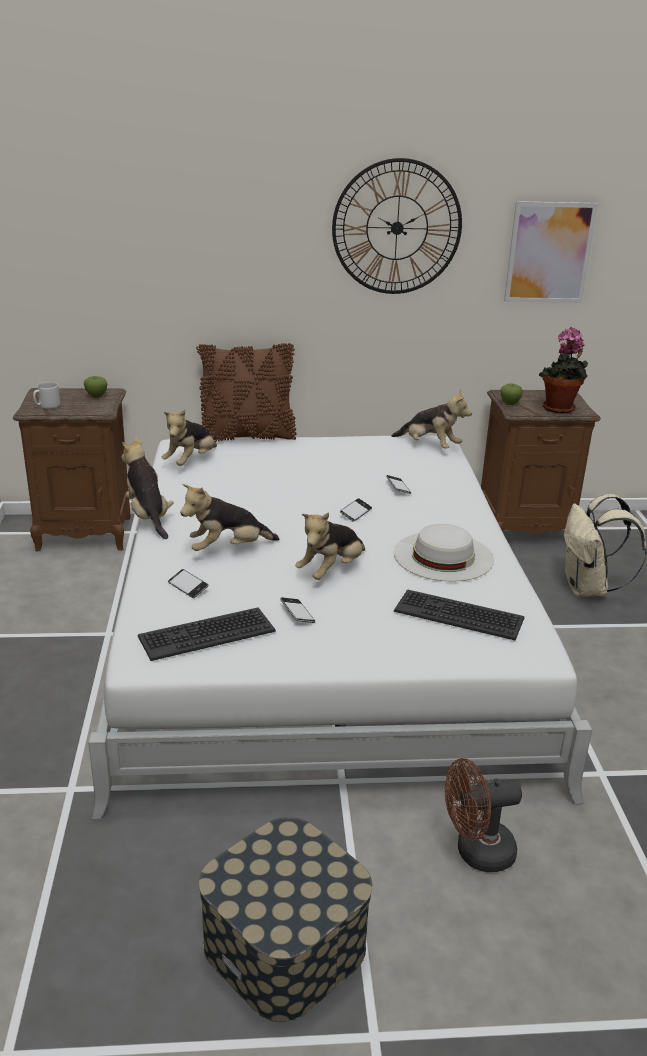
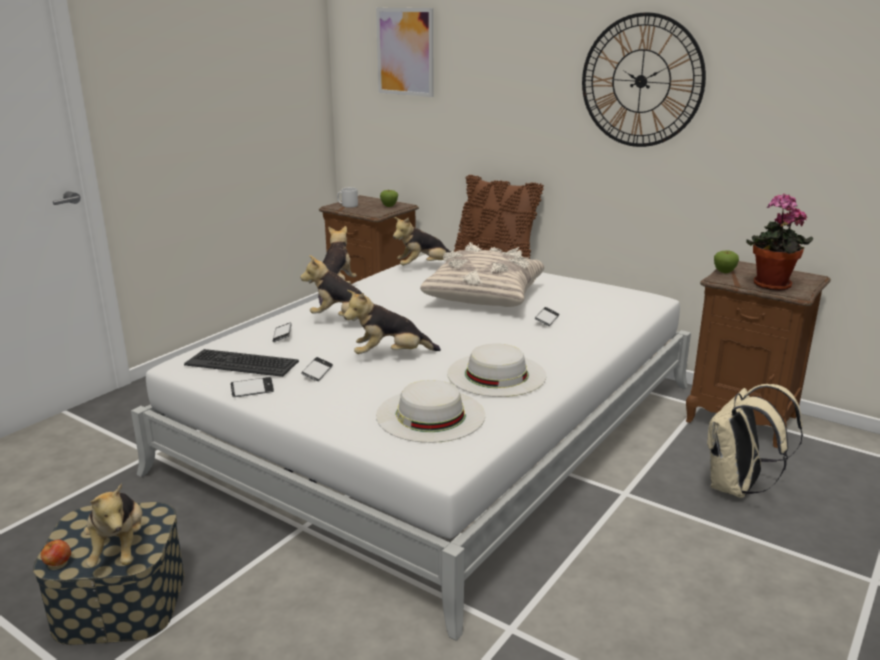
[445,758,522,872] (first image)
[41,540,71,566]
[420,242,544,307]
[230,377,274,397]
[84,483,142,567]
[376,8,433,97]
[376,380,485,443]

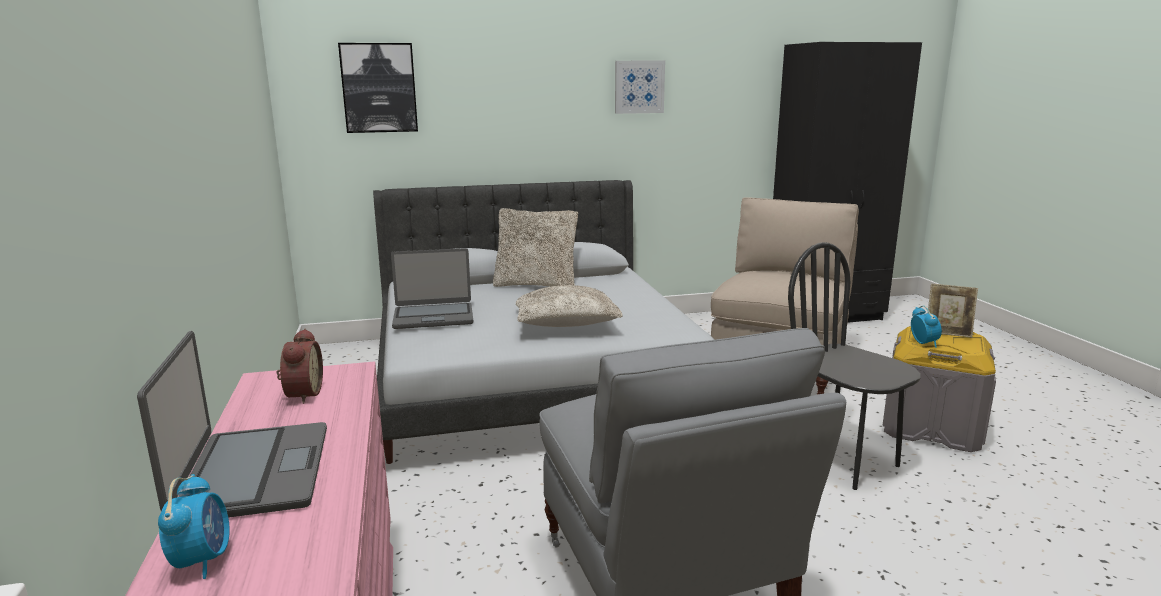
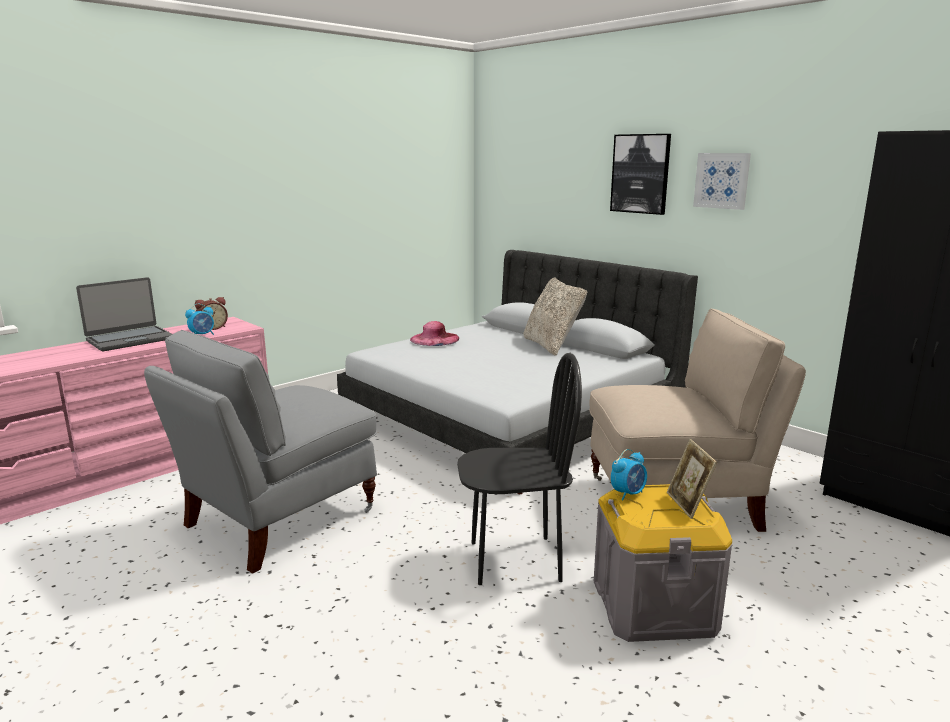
[516,285,623,327] (first image)
[185,304,214,335]
[610,134,671,215]
[410,321,459,346]
[457,353,582,585]

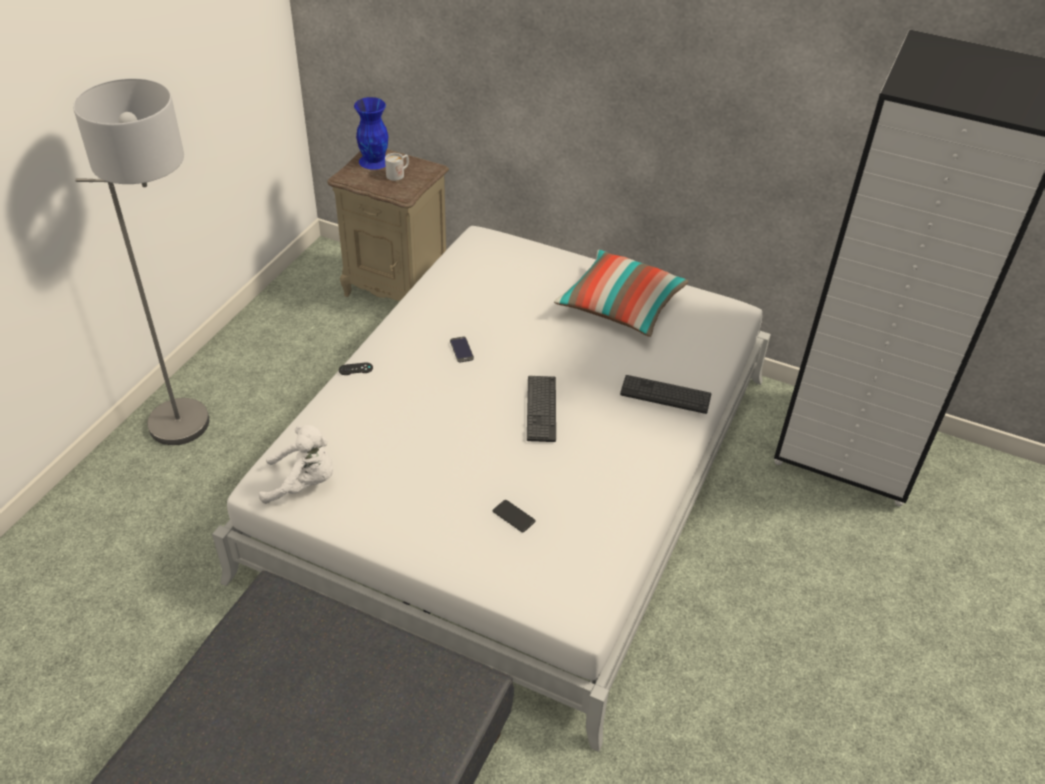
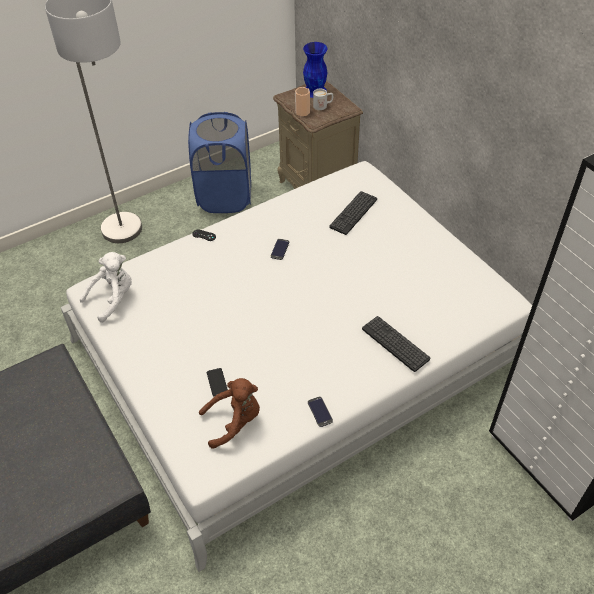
[554,250,689,337] (first image)
[188,112,251,213]
[199,378,260,449]
[295,87,310,116]
[308,397,333,427]
[329,191,377,235]
[80,252,132,323]

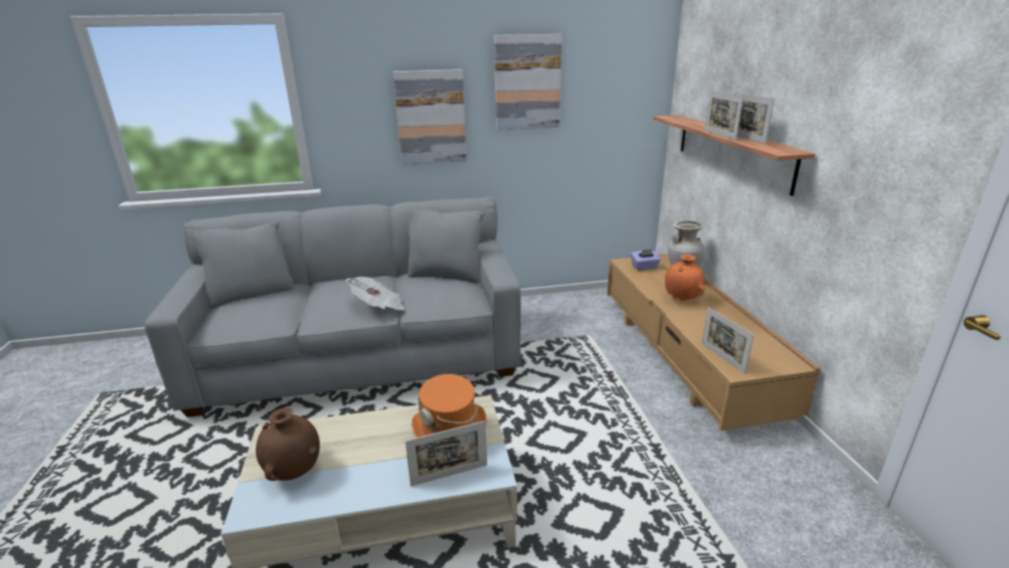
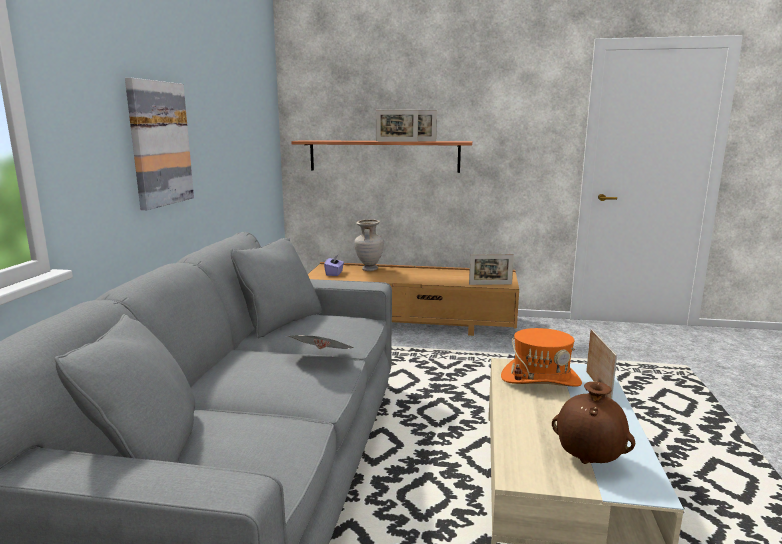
[494,34,562,130] (first image)
[665,255,705,301] (first image)

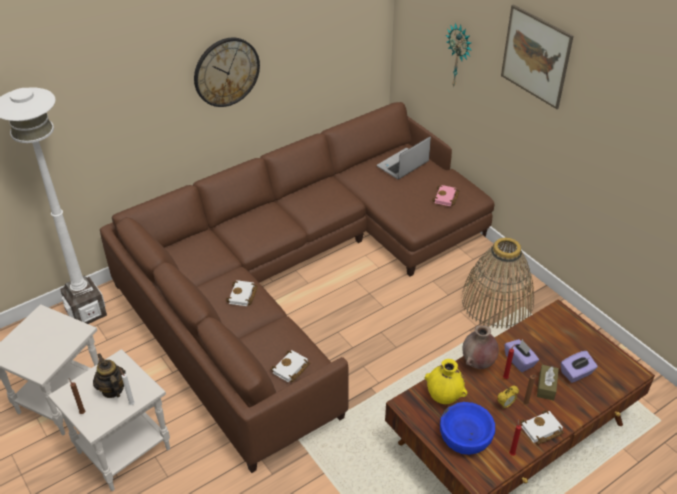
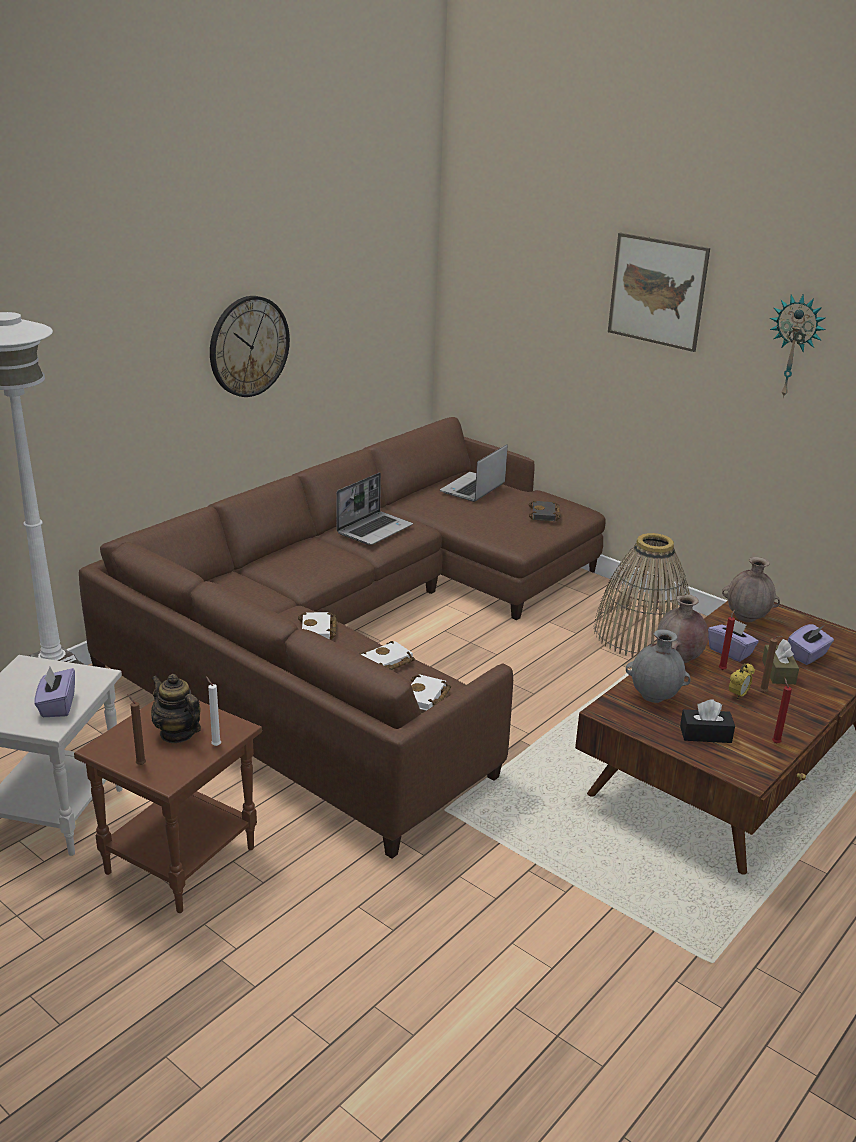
[35,667,75,717]
[337,473,413,545]
[722,557,780,622]
[770,294,826,399]
[360,641,415,670]
[680,699,735,743]
[74,700,262,913]
[626,629,691,703]
[529,500,561,521]

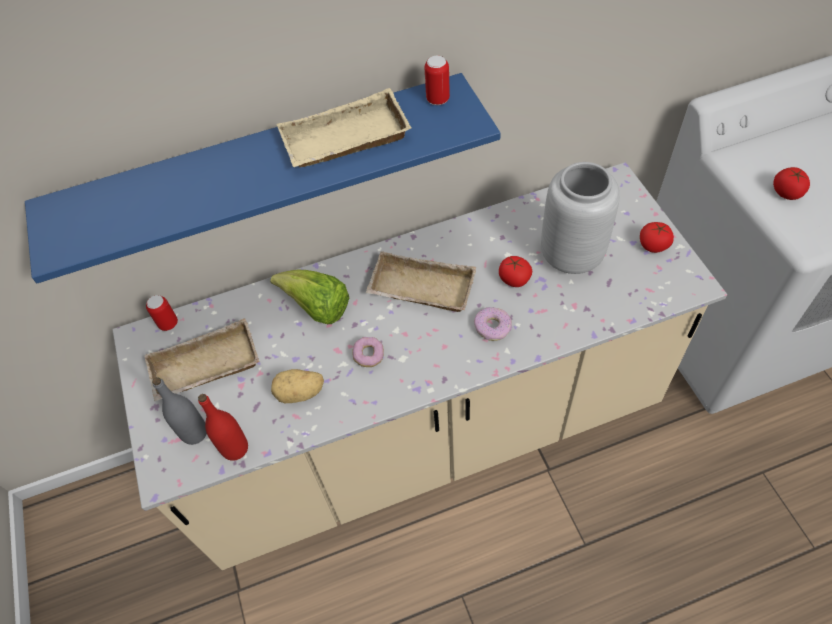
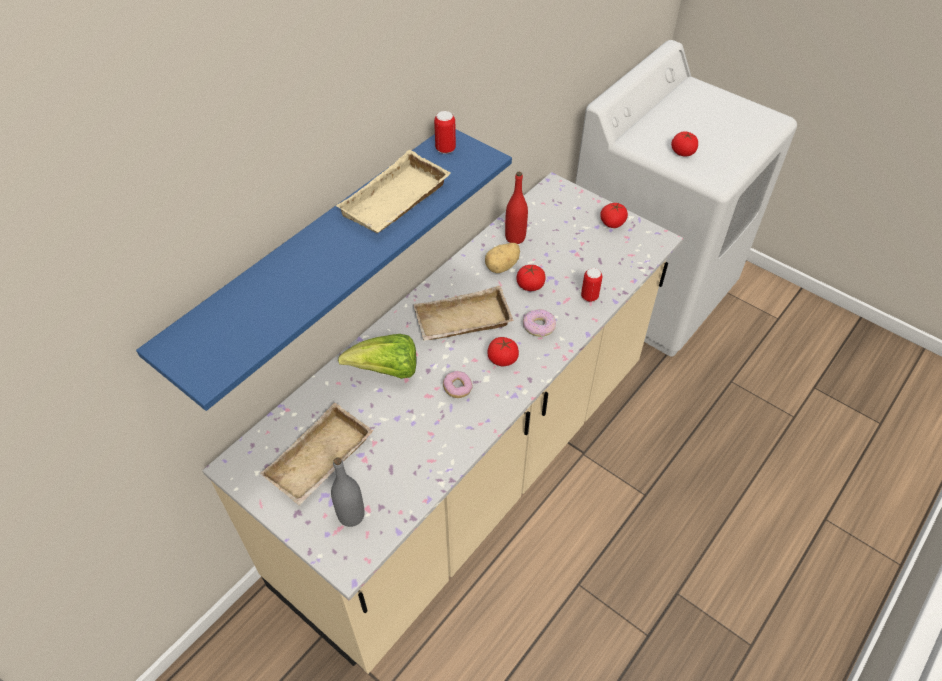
[541,162,620,274] (first image)
[487,337,519,366]
[581,268,602,302]
[505,172,528,244]
[485,243,520,273]

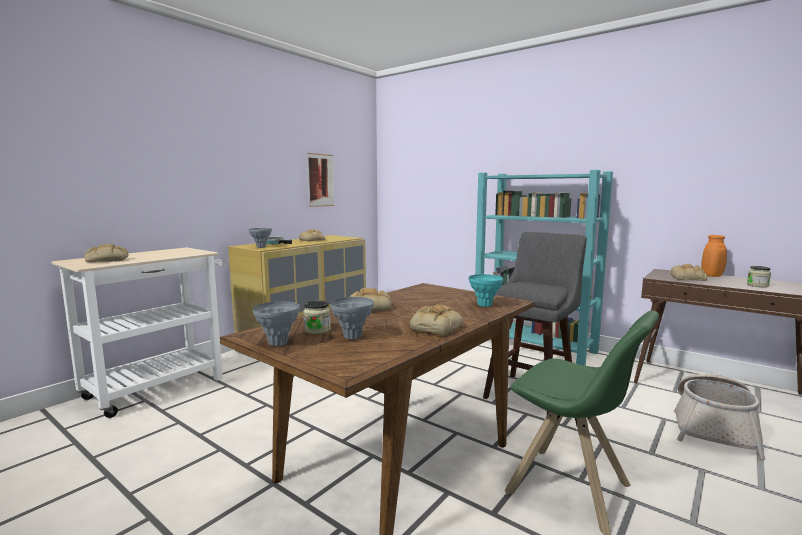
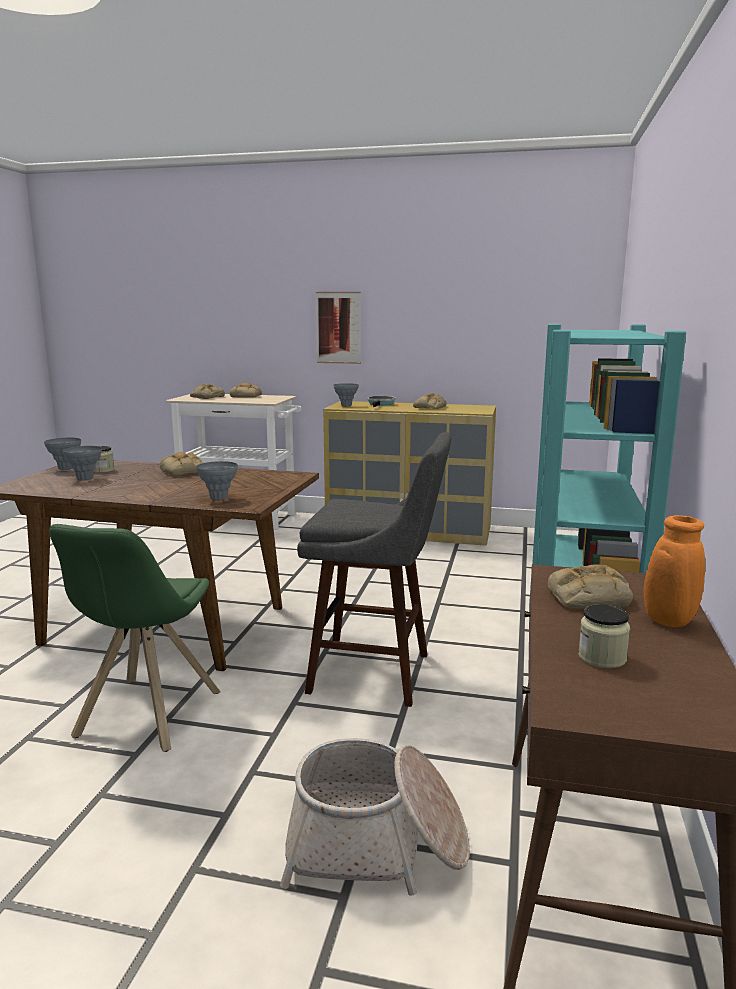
[316,292,361,364]
[230,383,262,397]
[196,461,238,501]

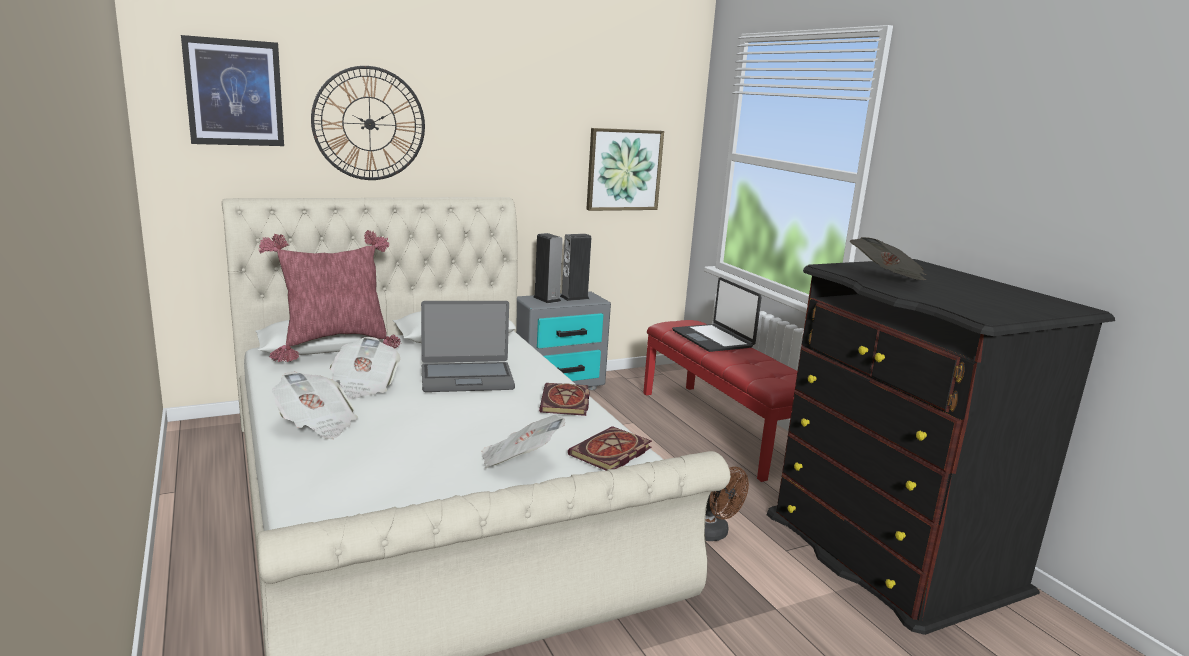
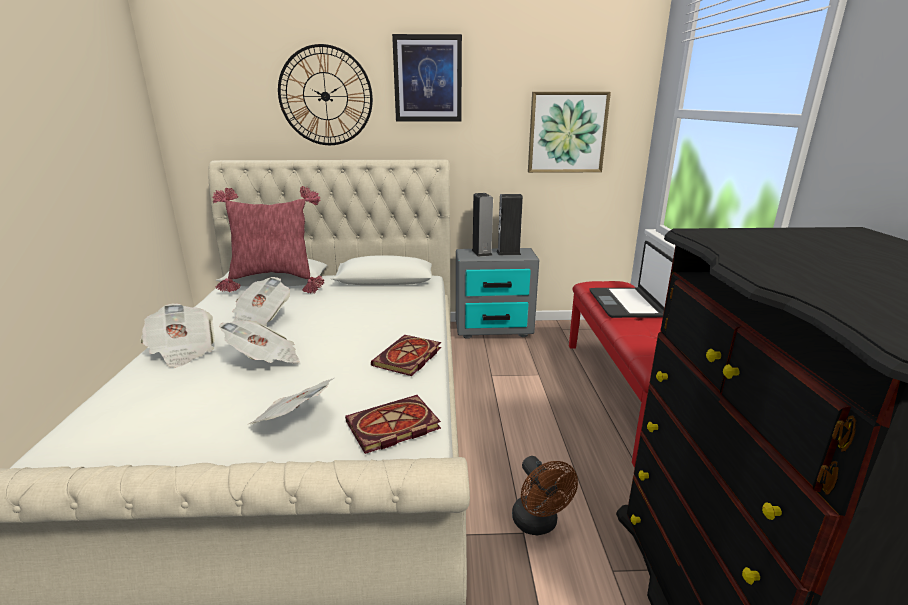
[421,301,515,392] (first image)
[392,34,462,122]
[219,320,299,363]

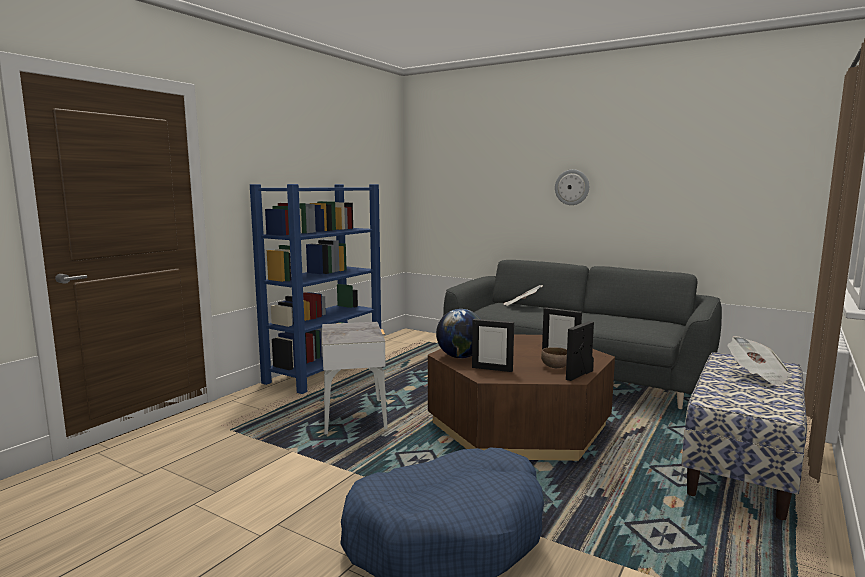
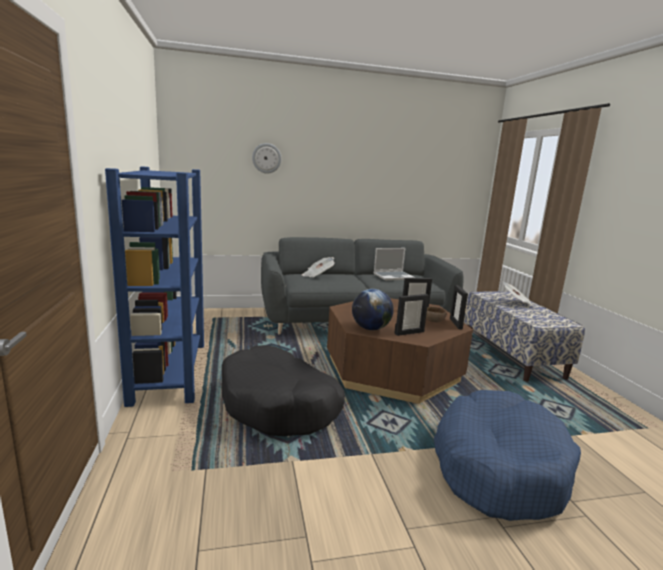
[374,248,415,281]
[252,143,281,173]
[222,345,345,436]

